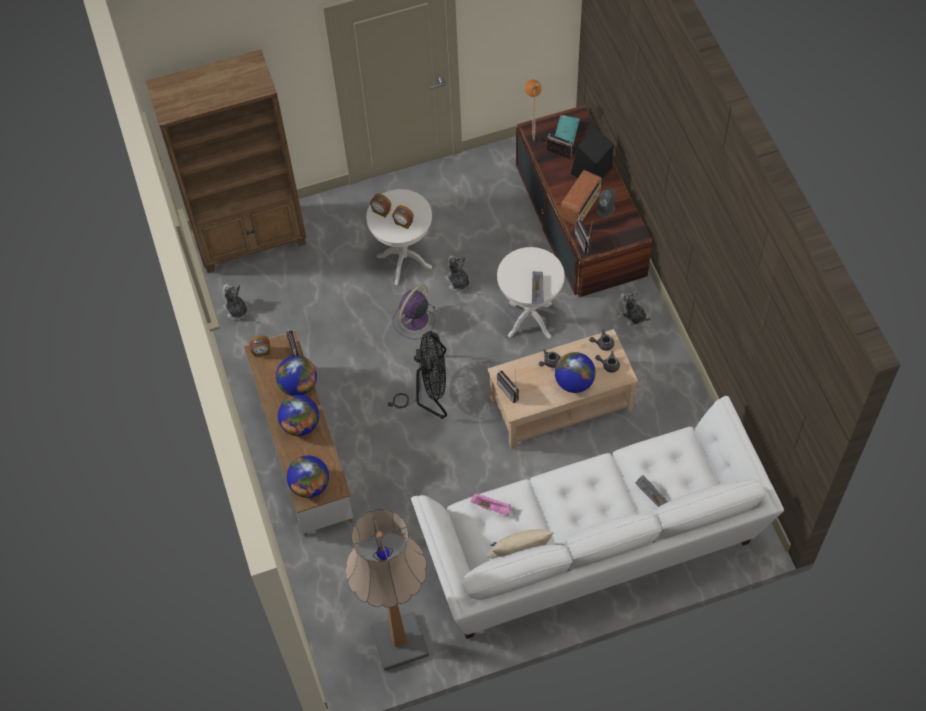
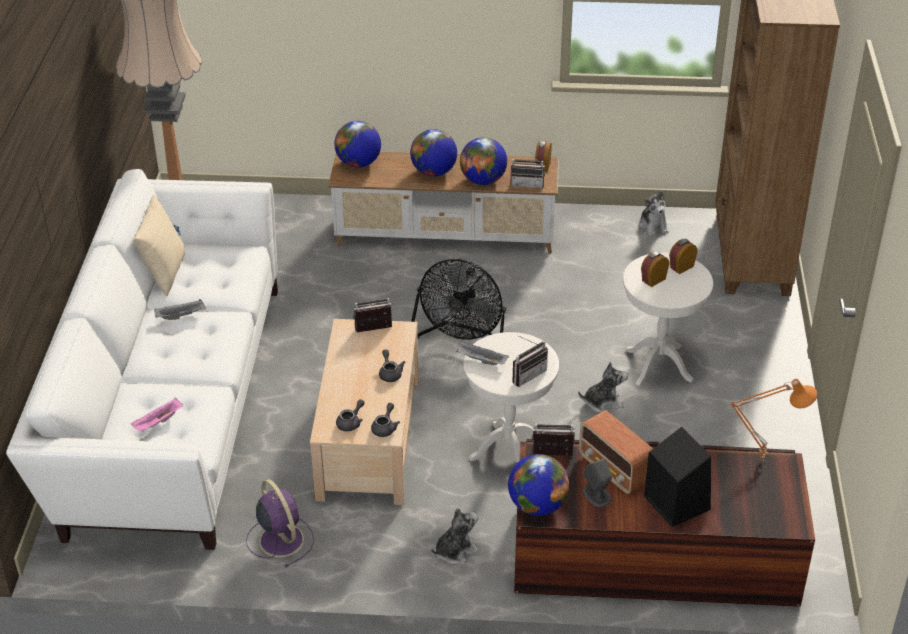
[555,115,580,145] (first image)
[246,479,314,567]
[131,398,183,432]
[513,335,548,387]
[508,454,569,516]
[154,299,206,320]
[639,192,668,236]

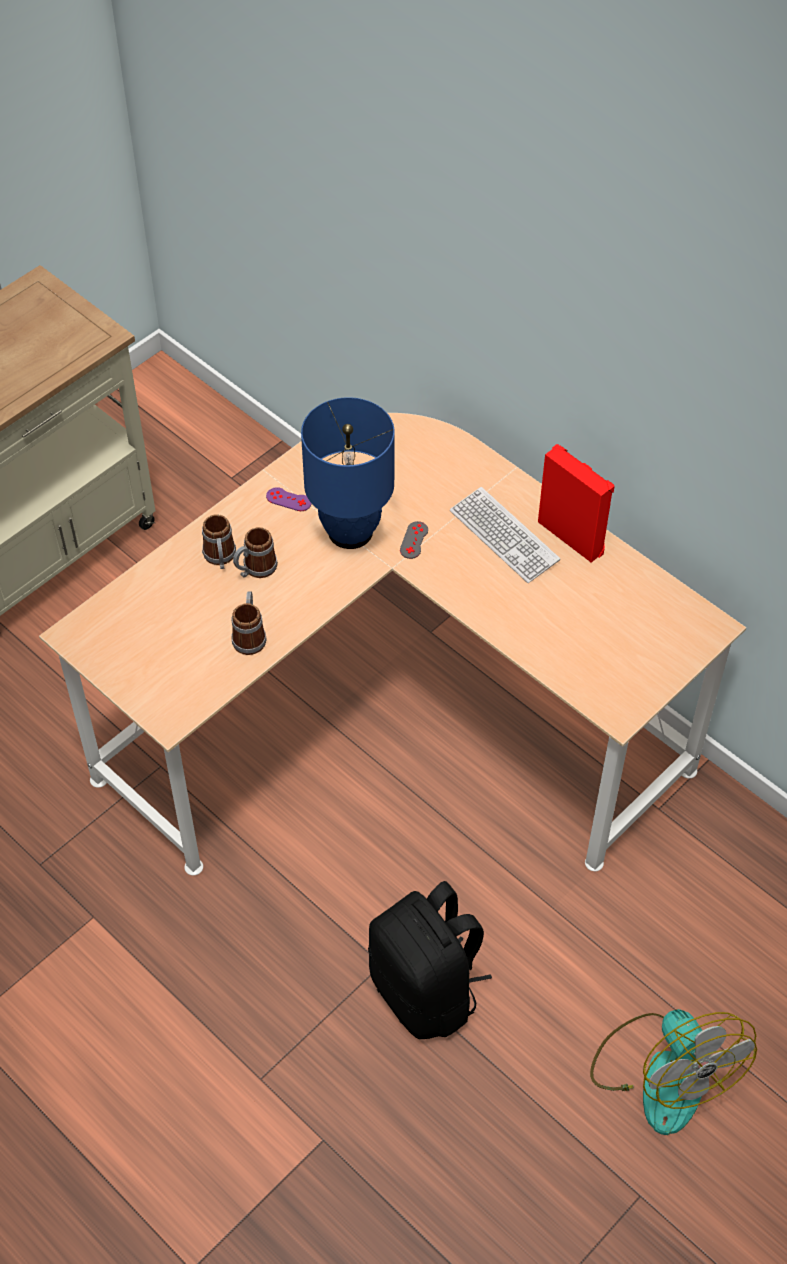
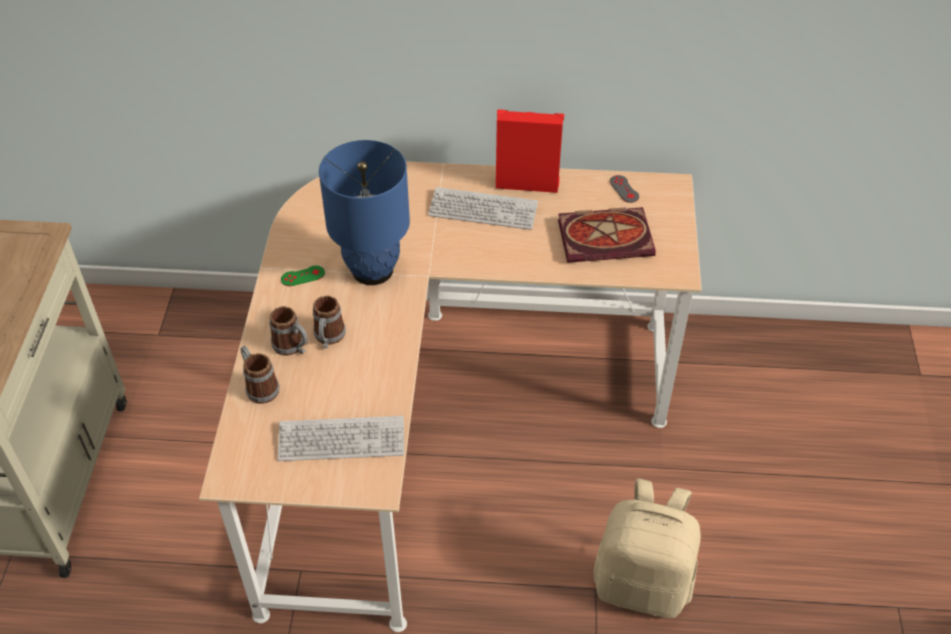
[590,1009,757,1135] (first image)
[278,416,404,461]
[558,207,656,263]
[241,346,279,404]
[610,175,639,203]
[281,265,325,286]
[594,479,701,618]

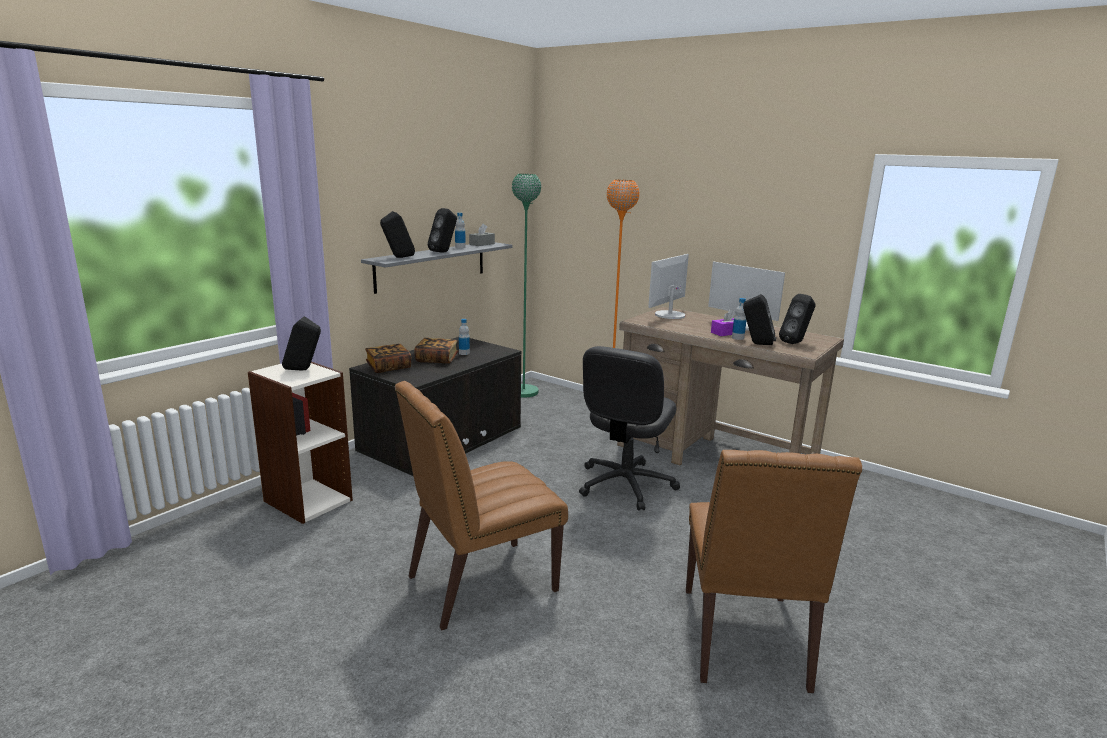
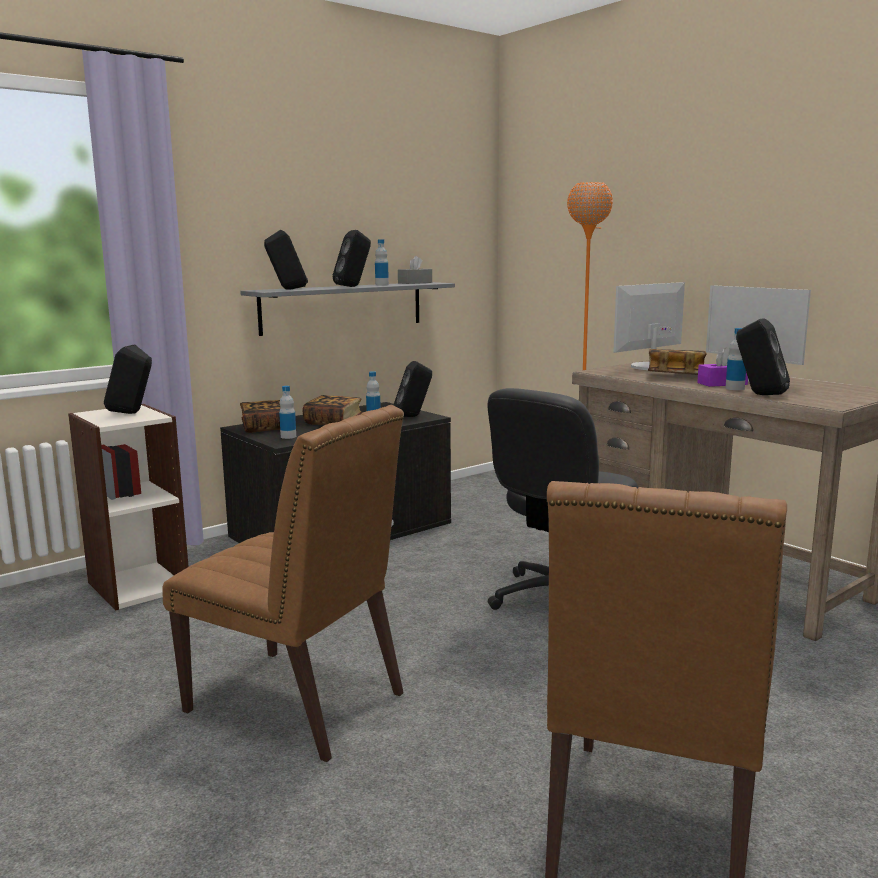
[512,174,541,398] (first image)
[279,386,296,439]
[648,349,707,375]
[394,361,432,417]
[162,405,404,762]

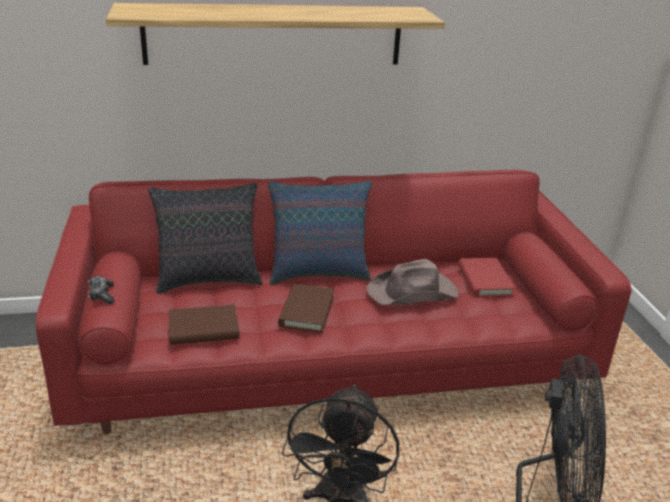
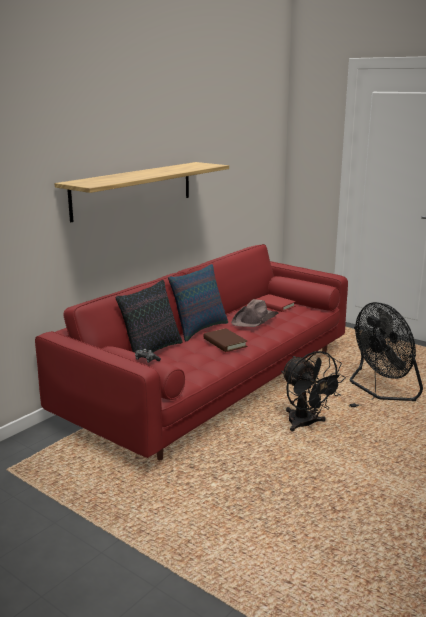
[169,304,240,345] (first image)

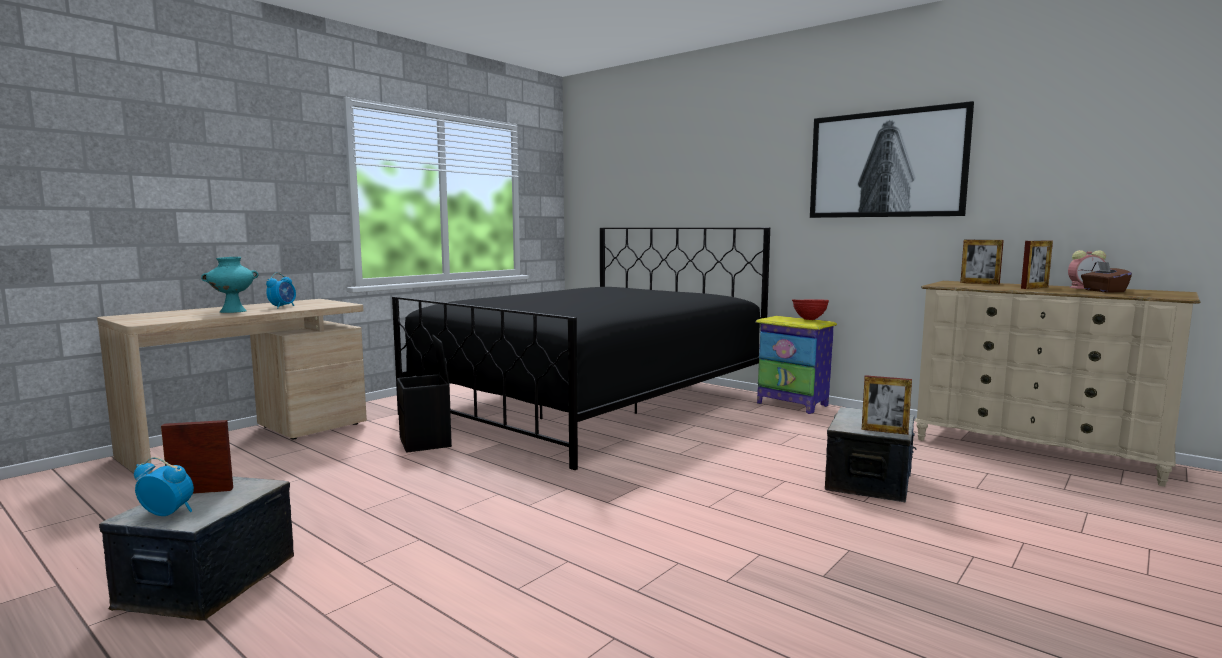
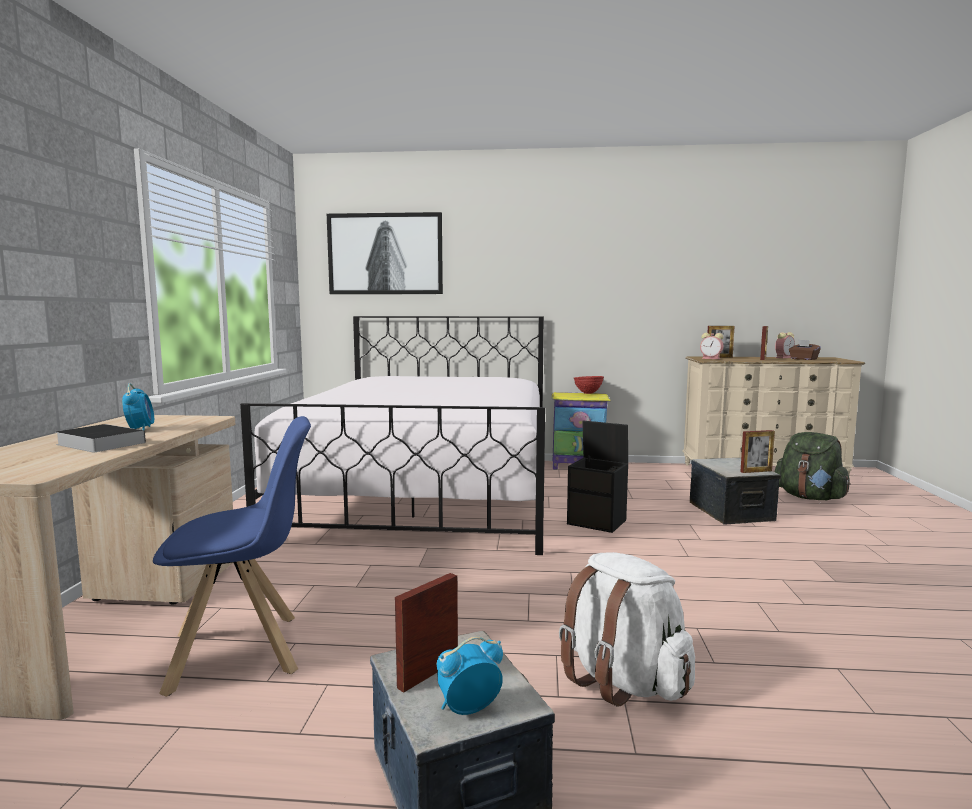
[153,416,311,697]
[559,552,695,706]
[700,333,724,359]
[775,432,851,500]
[567,420,628,533]
[327,212,443,294]
[56,424,146,452]
[240,316,545,555]

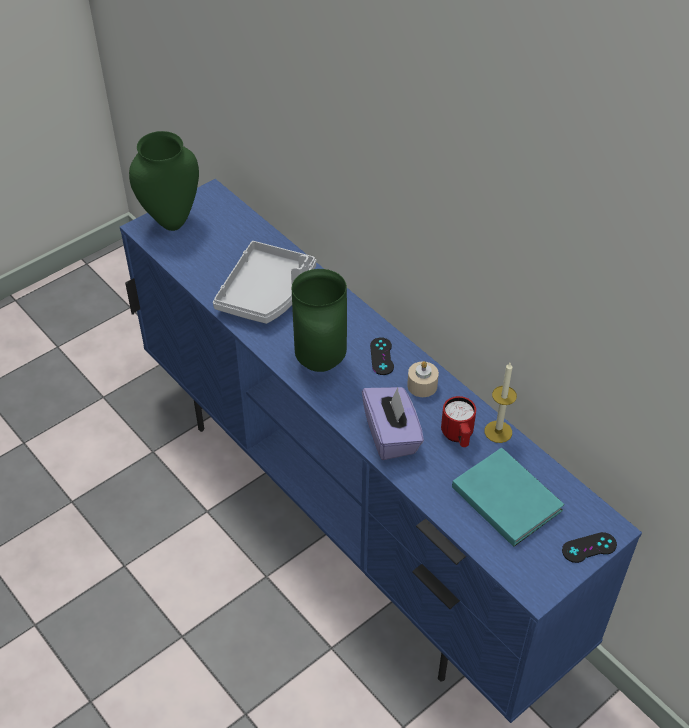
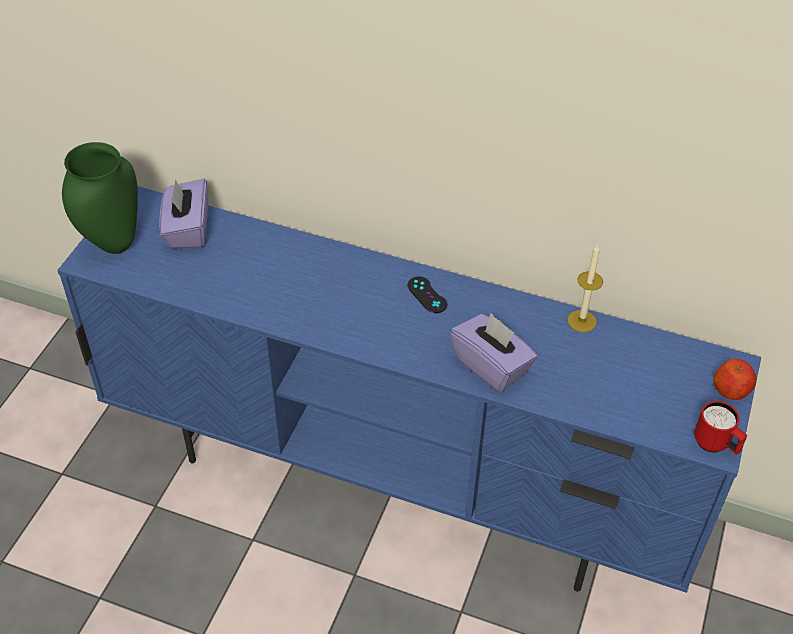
[213,241,316,324] (first image)
[292,269,347,372] (first image)
[407,361,439,397] (first image)
[452,448,565,547] (first image)
[159,179,208,249]
[694,401,747,454]
[713,359,756,400]

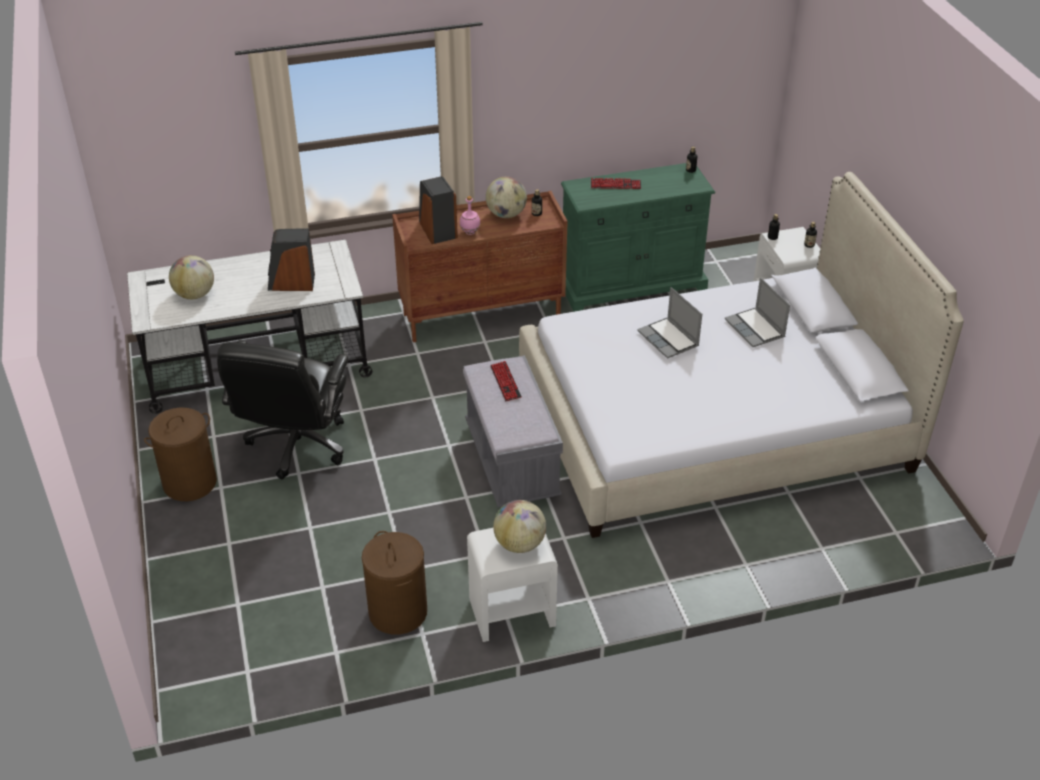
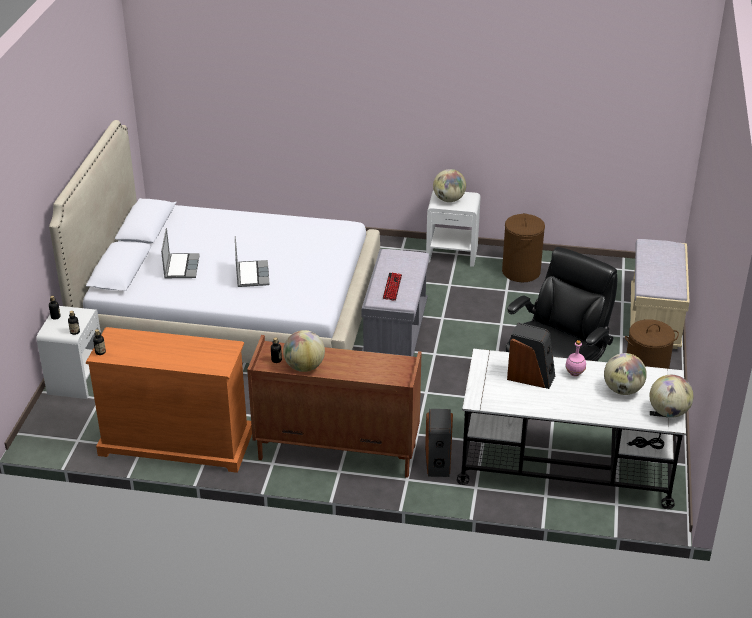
[591,178,641,189] (first image)
[630,239,690,349]
[650,375,694,418]
[425,409,453,477]
[565,340,586,377]
[86,327,252,473]

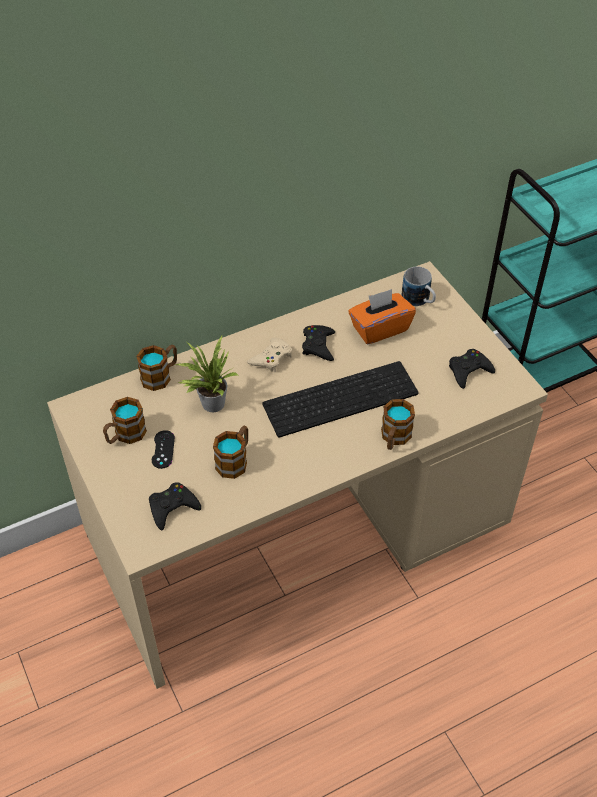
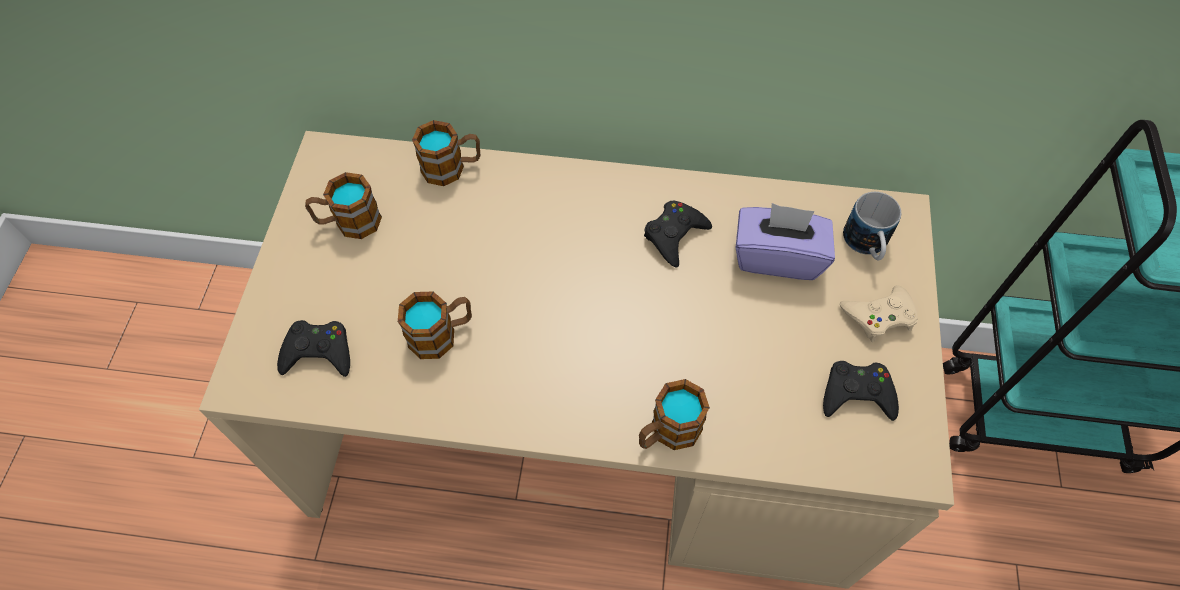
[152,430,175,469] (first image)
[176,336,239,412] (first image)
[262,361,419,437] (first image)
[840,285,918,342]
[736,203,835,280]

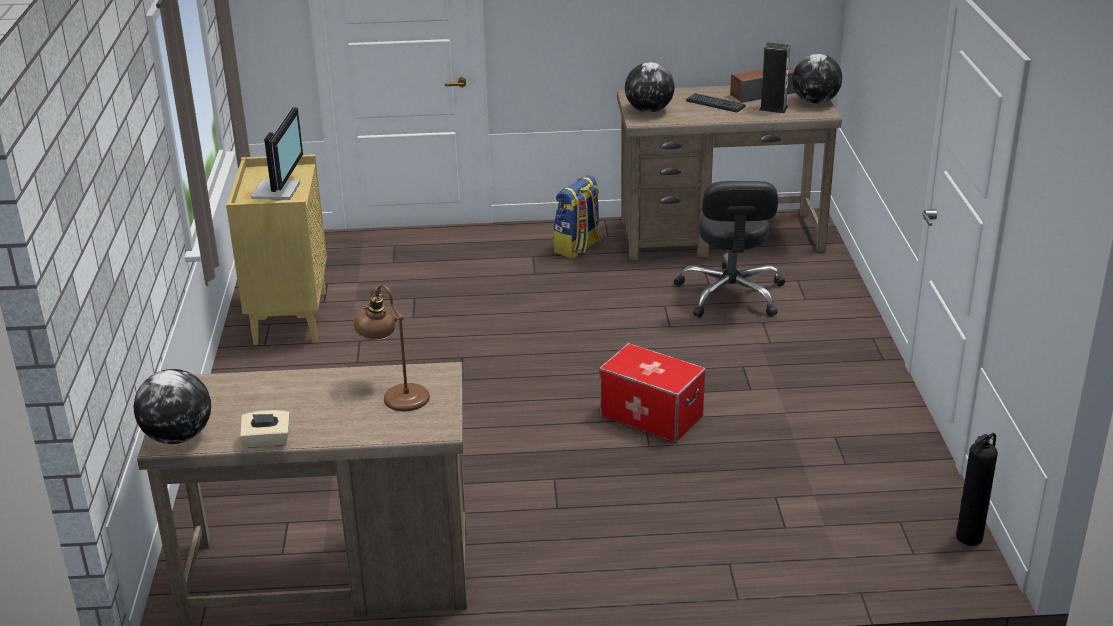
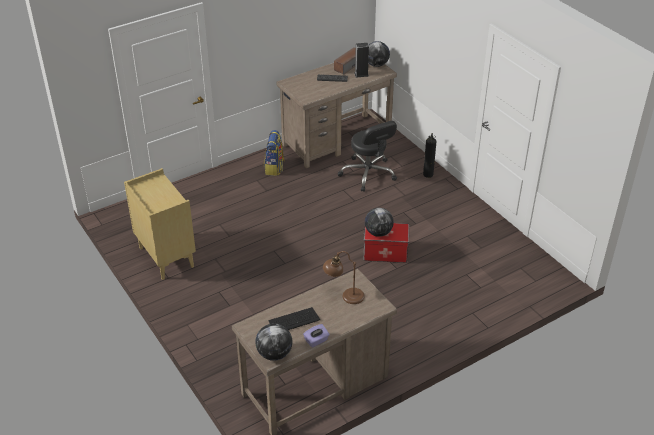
[251,108,303,200] (first image)
[268,307,320,330]
[365,208,394,237]
[423,133,436,178]
[303,324,330,348]

